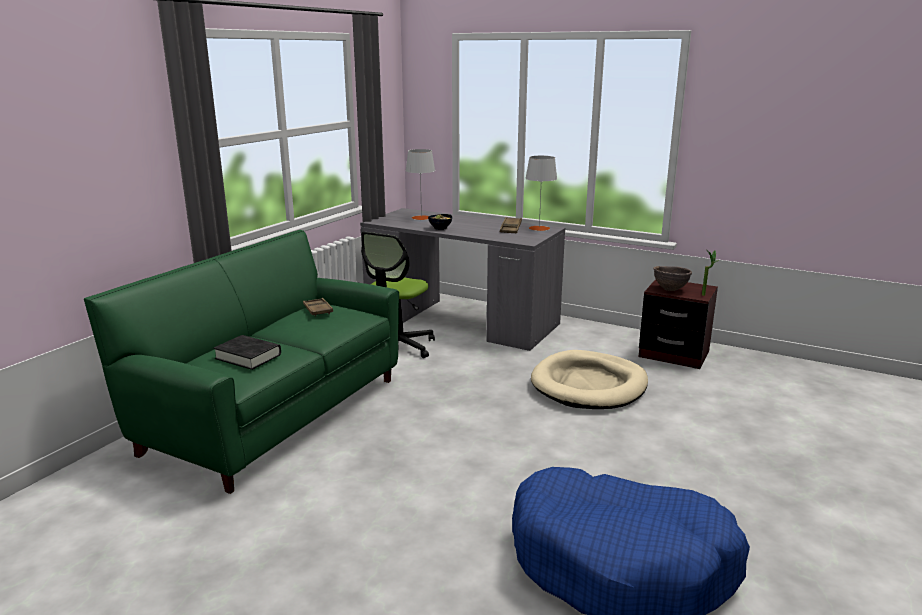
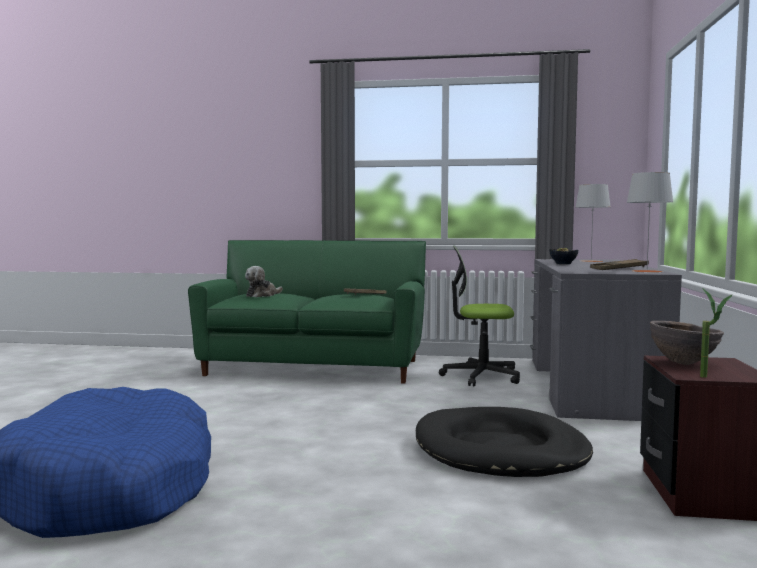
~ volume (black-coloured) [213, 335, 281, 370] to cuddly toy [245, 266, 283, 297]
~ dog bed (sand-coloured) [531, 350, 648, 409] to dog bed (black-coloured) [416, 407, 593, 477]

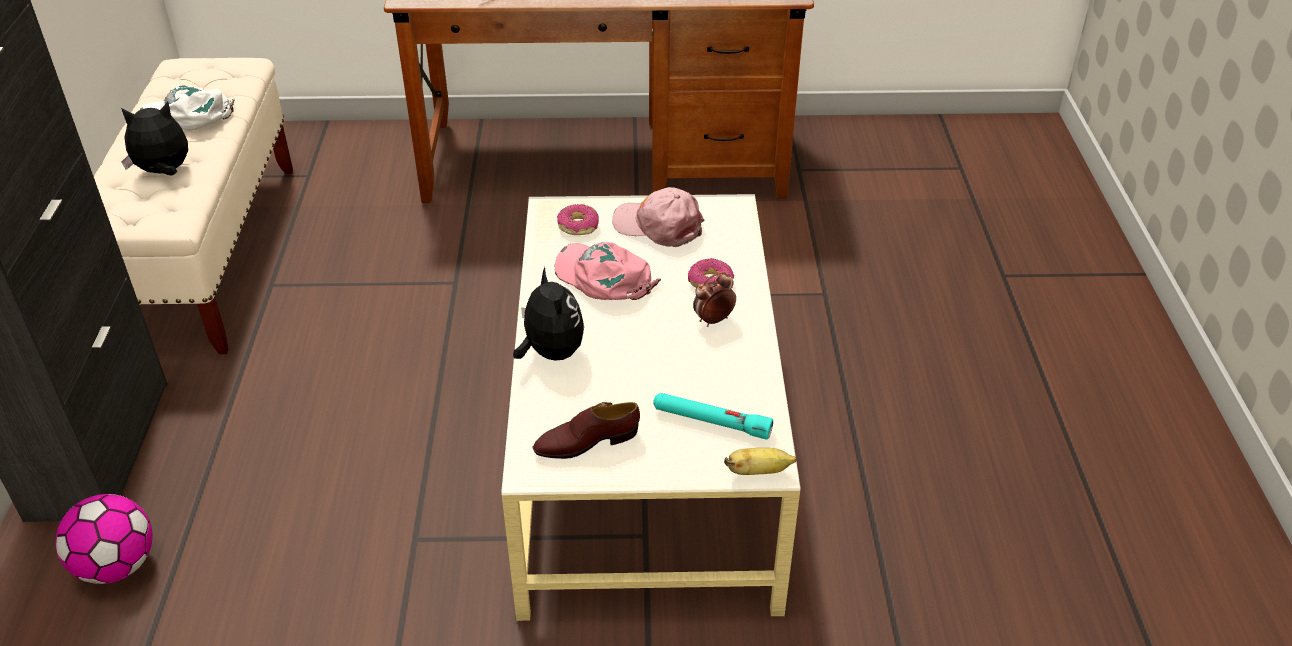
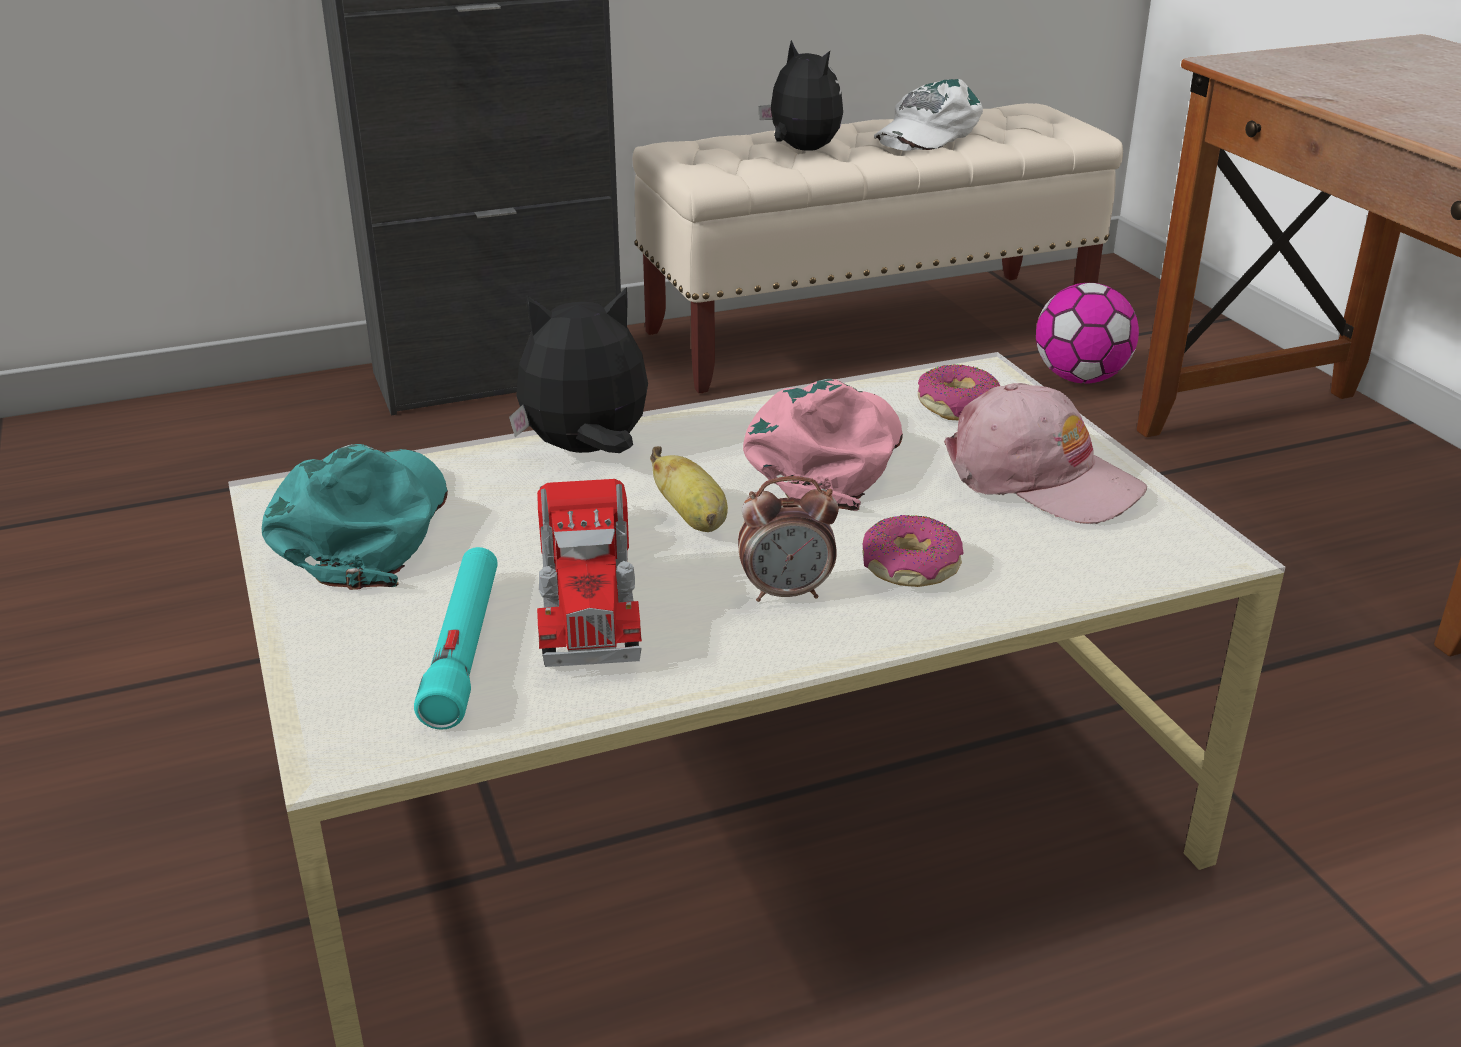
+ toy lorry [537, 479, 642, 667]
~ ball for football [55, 494, 153, 584] to [1036, 283, 1139, 384]
~ whole banana [724, 448, 797, 475] to [650, 446, 728, 532]
~ low shoe (brownish) [533, 402, 640, 459] to peaked cap (turquoise) [262, 444, 448, 590]
~ peaked cap (white) [140, 85, 235, 131] = [874, 79, 983, 151] 120 degrees counterclockwise
~ cuddly toy [513, 267, 584, 361] = [509, 287, 648, 453] 150 degrees counterclockwise
~ peaked cap (pink) [612, 187, 704, 247] = [944, 383, 1147, 524] 120 degrees clockwise
~ alarm clock [693, 272, 736, 327] = [738, 476, 839, 602] 135 degrees clockwise

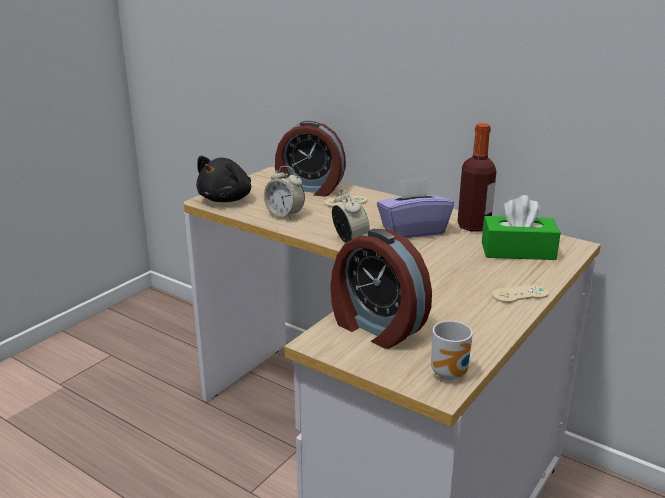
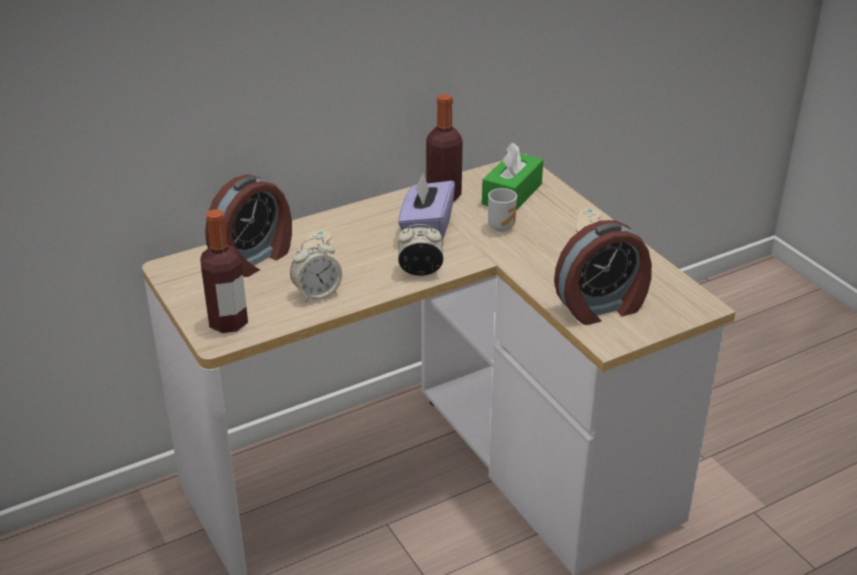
~ tea mug [431, 321, 473, 380] to [488, 188, 517, 232]
~ cuddly toy (black-coloured) [196, 156, 251, 202] to drink bottle [200, 209, 248, 333]

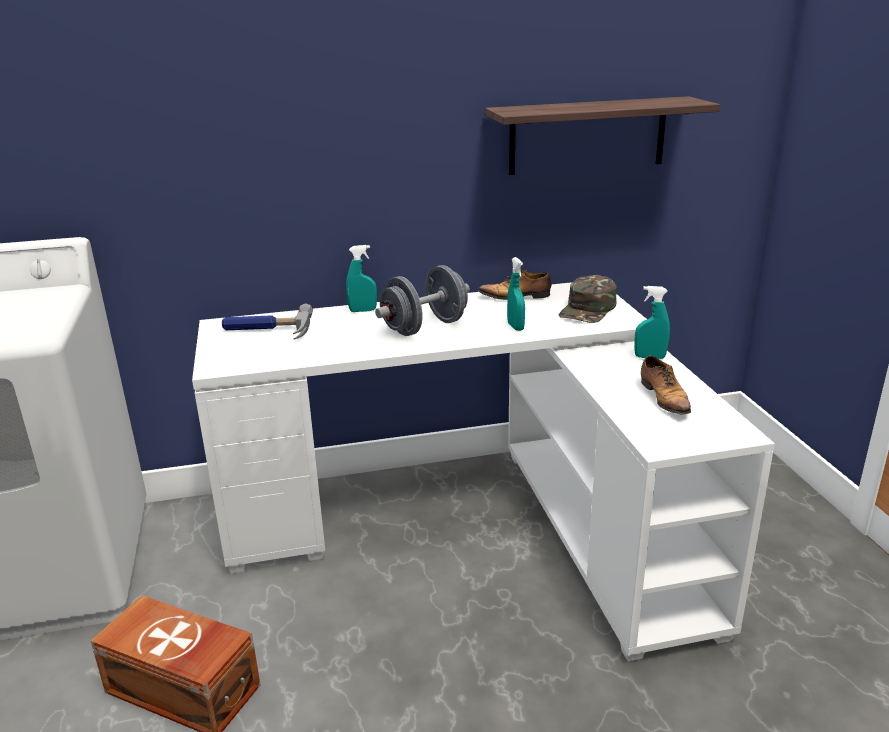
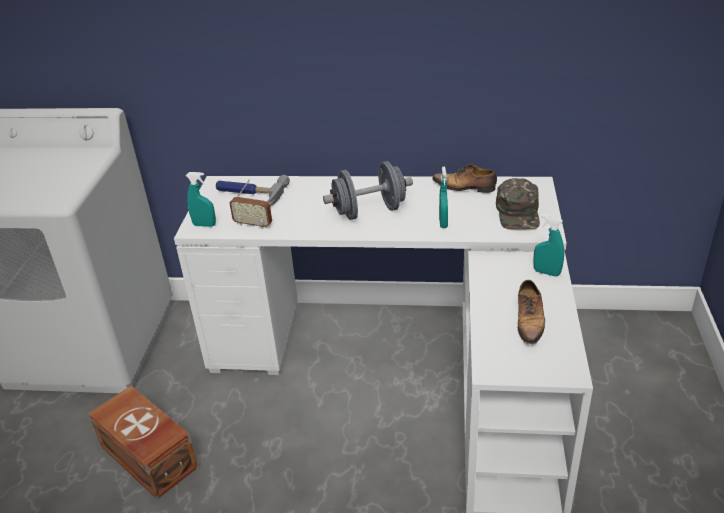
- bracket shelf [485, 96, 720, 175]
+ radio set [229, 180, 272, 229]
~ hand sprayer (turquoise) [346, 245, 377, 312] to [186, 172, 216, 227]
~ peaked cap (greenish) [559, 275, 617, 323] = [496, 178, 540, 229] 45 degrees counterclockwise

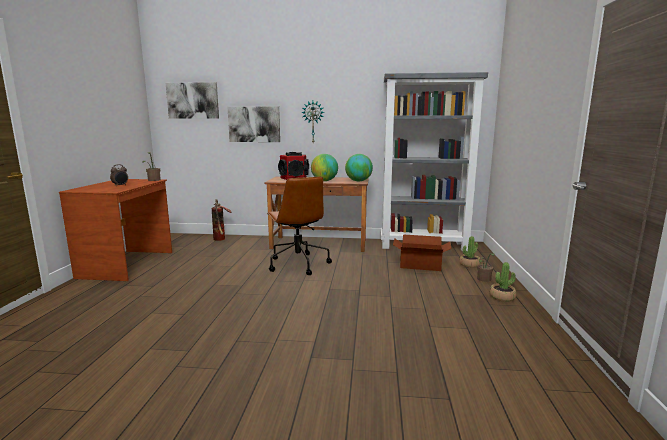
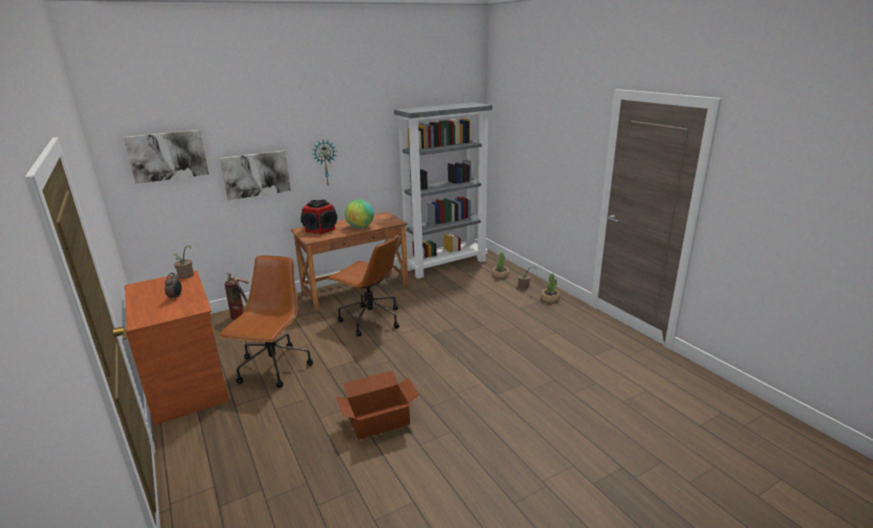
- world globe [345, 154, 373, 181]
+ computer chair (brownish) [219, 255, 313, 388]
~ carton [393, 235, 452, 271] to [336, 371, 419, 440]

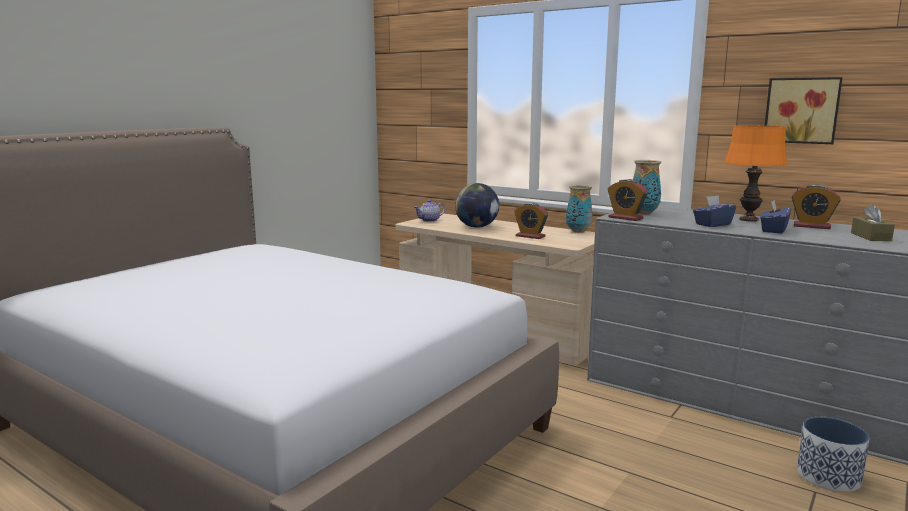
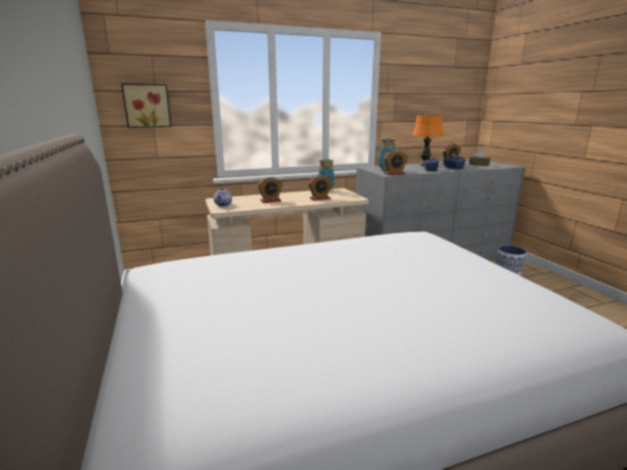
~ picture [765, 77, 843, 144] to [121, 83, 171, 128]
~ world globe [455, 183, 499, 228] to alarm clock [257, 177, 283, 203]

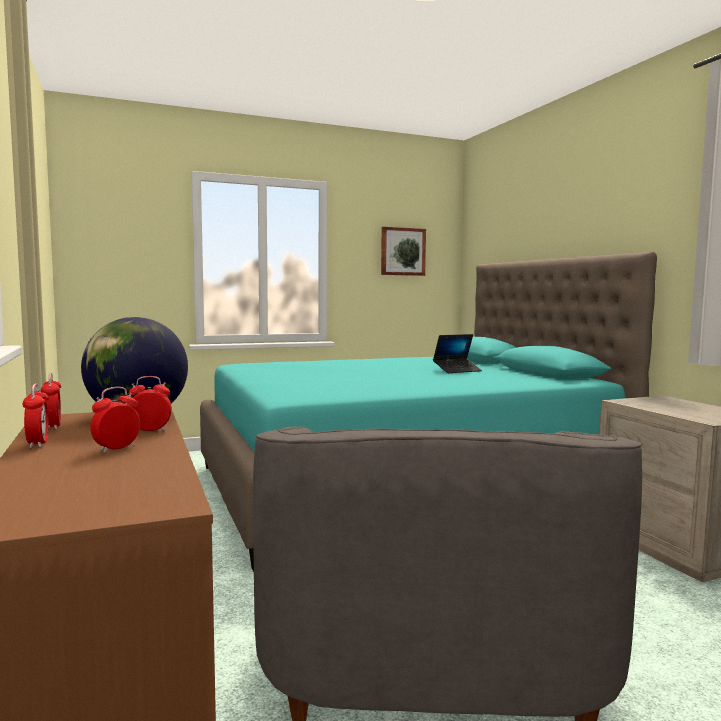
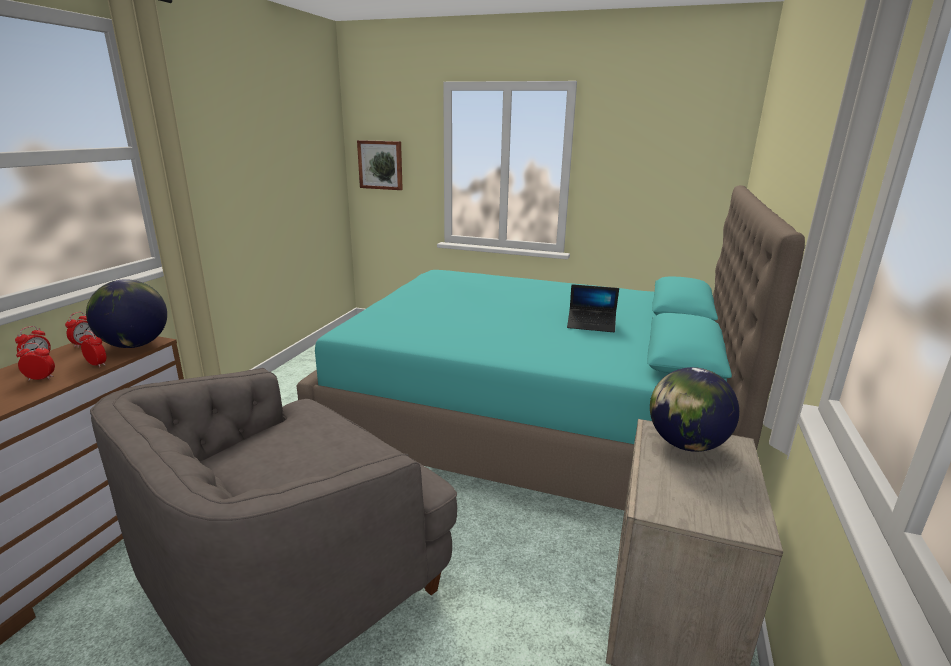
+ world globe [650, 367, 739, 452]
~ picture [381, 227, 426, 276] to [357, 140, 403, 190]

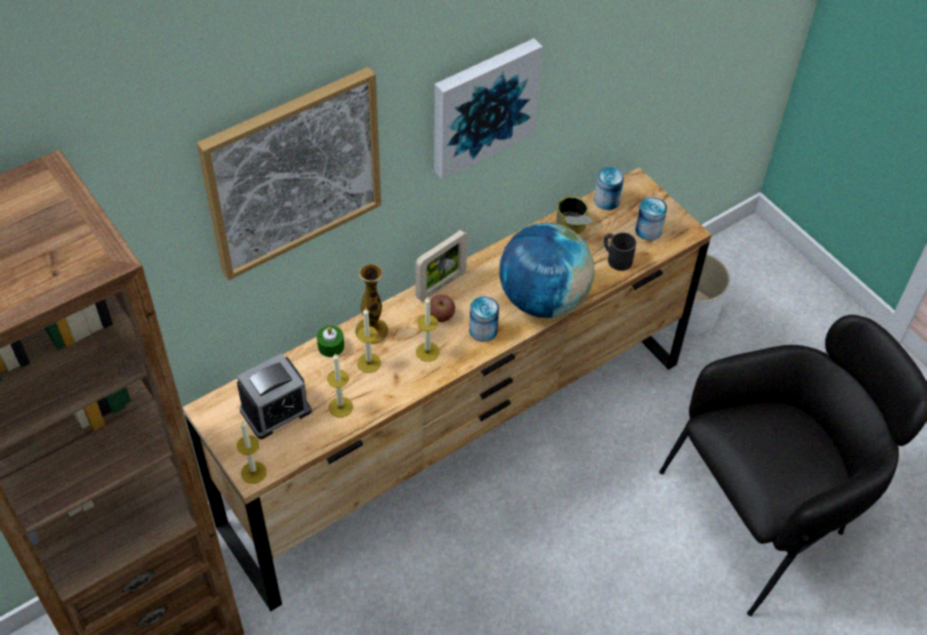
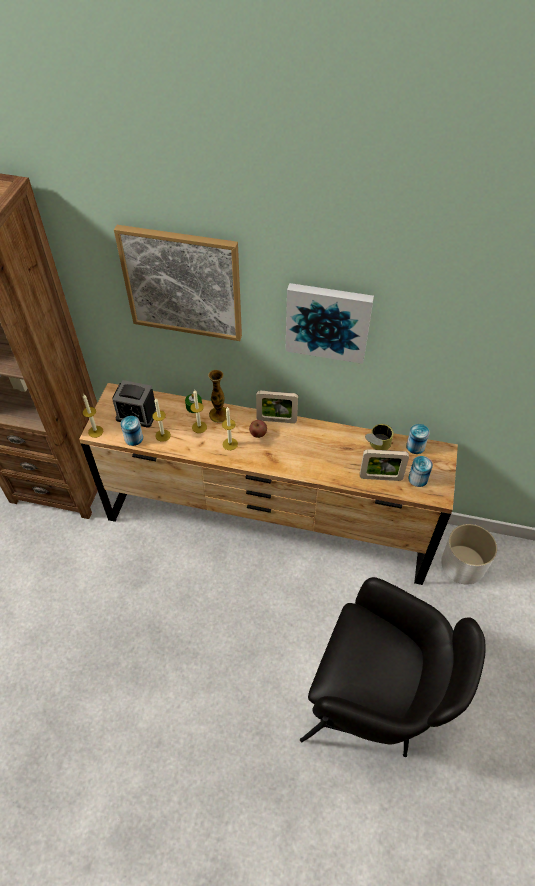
- world globe [499, 223, 594, 318]
~ metal can [469, 296, 499, 342] to [120, 416, 143, 446]
~ tea mug (black-coloured) [604, 232, 636, 271] to picture frame [360, 449, 409, 481]

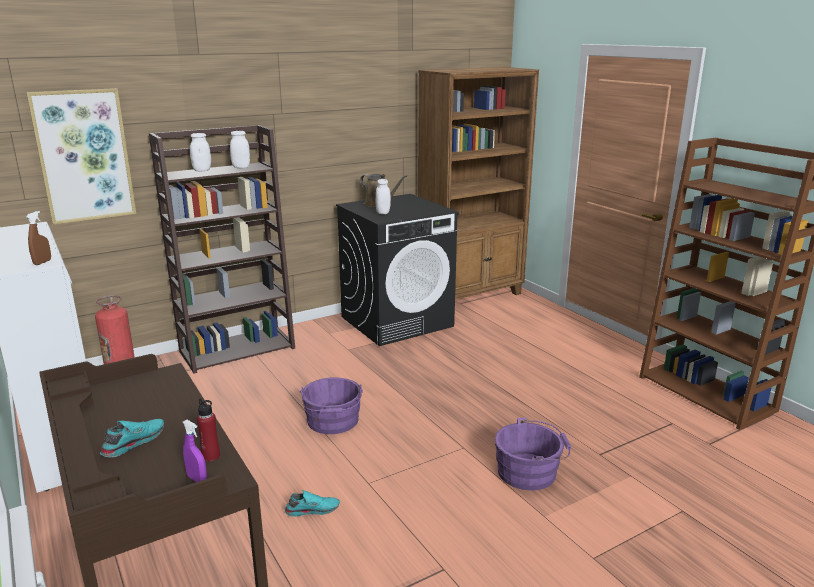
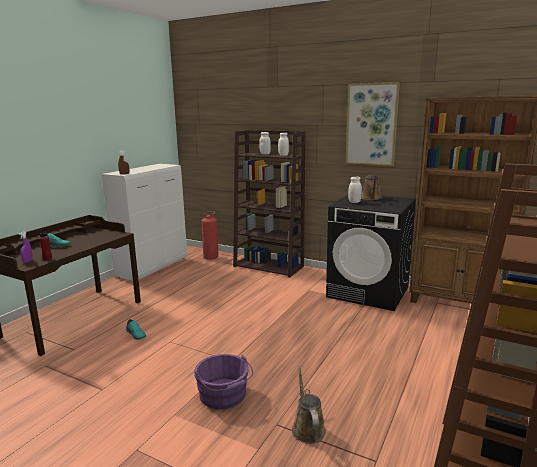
- bucket (purple) [300, 377, 363, 434]
+ sprinkling can (brownish) [292, 366, 326, 444]
~ picture [26, 88, 136, 225] to [346, 82, 400, 166]

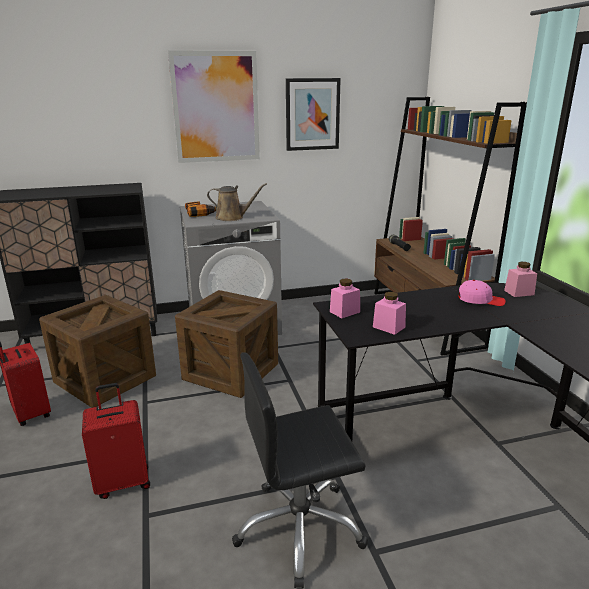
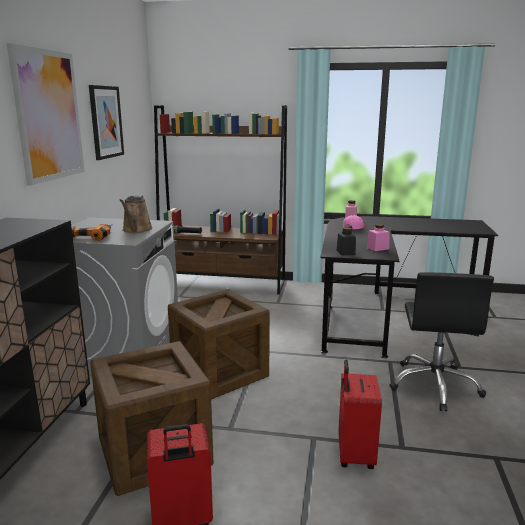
~ preserve jar (pink) [330, 279, 360, 318] to preserve jar (black-coloured) [336, 227, 356, 255]
~ sprinkling can (brownish) [207, 183, 267, 221] = [119, 195, 153, 233] 150 degrees clockwise

